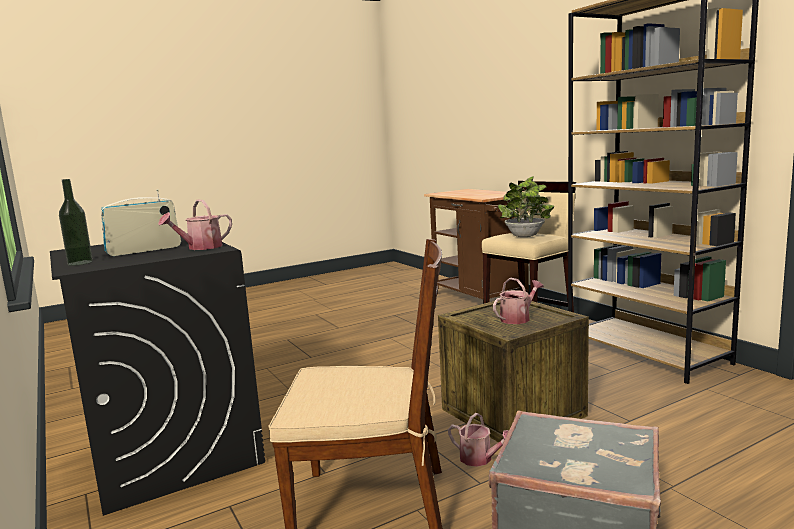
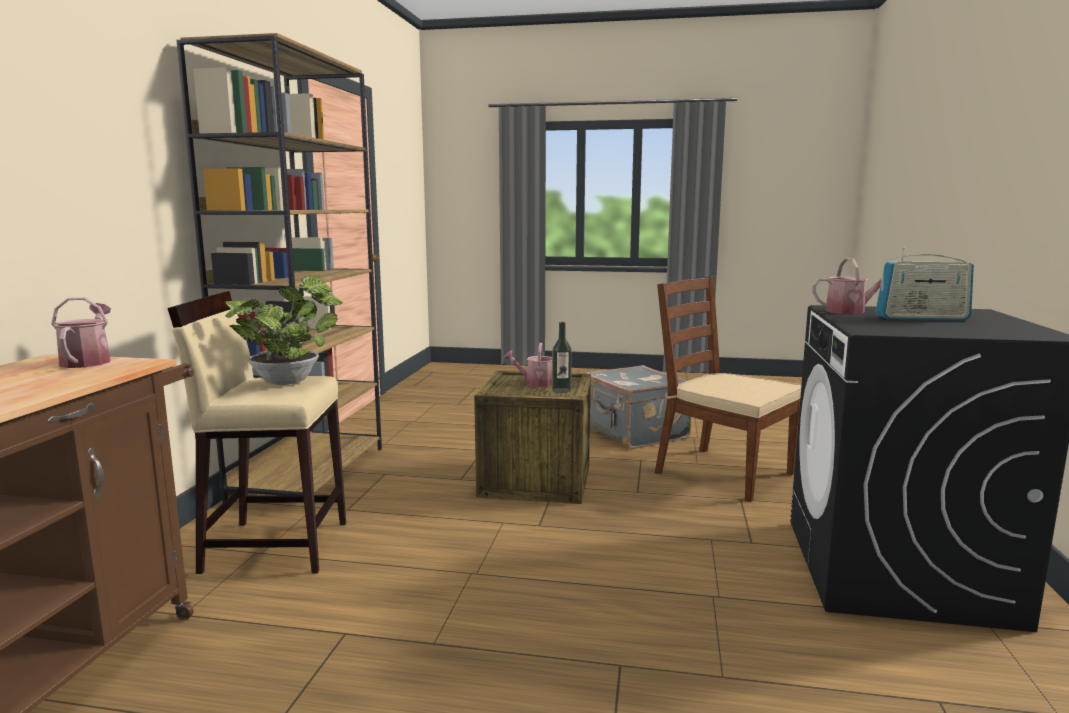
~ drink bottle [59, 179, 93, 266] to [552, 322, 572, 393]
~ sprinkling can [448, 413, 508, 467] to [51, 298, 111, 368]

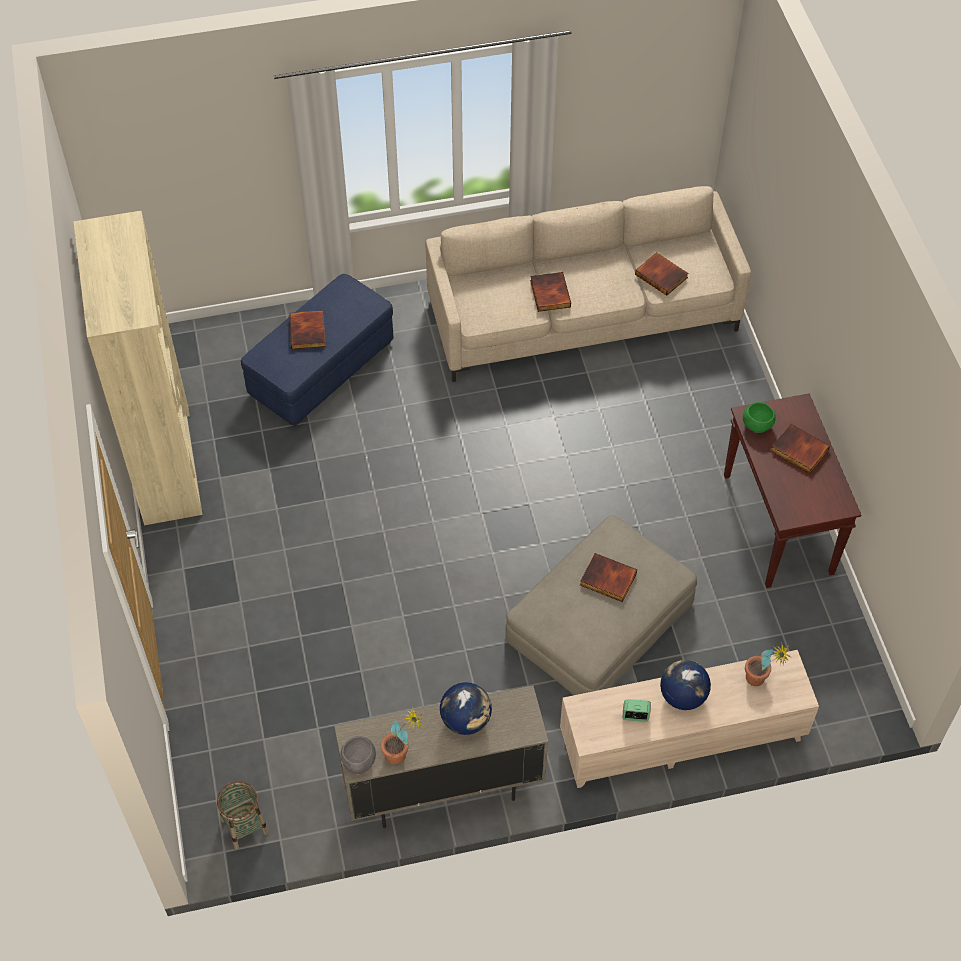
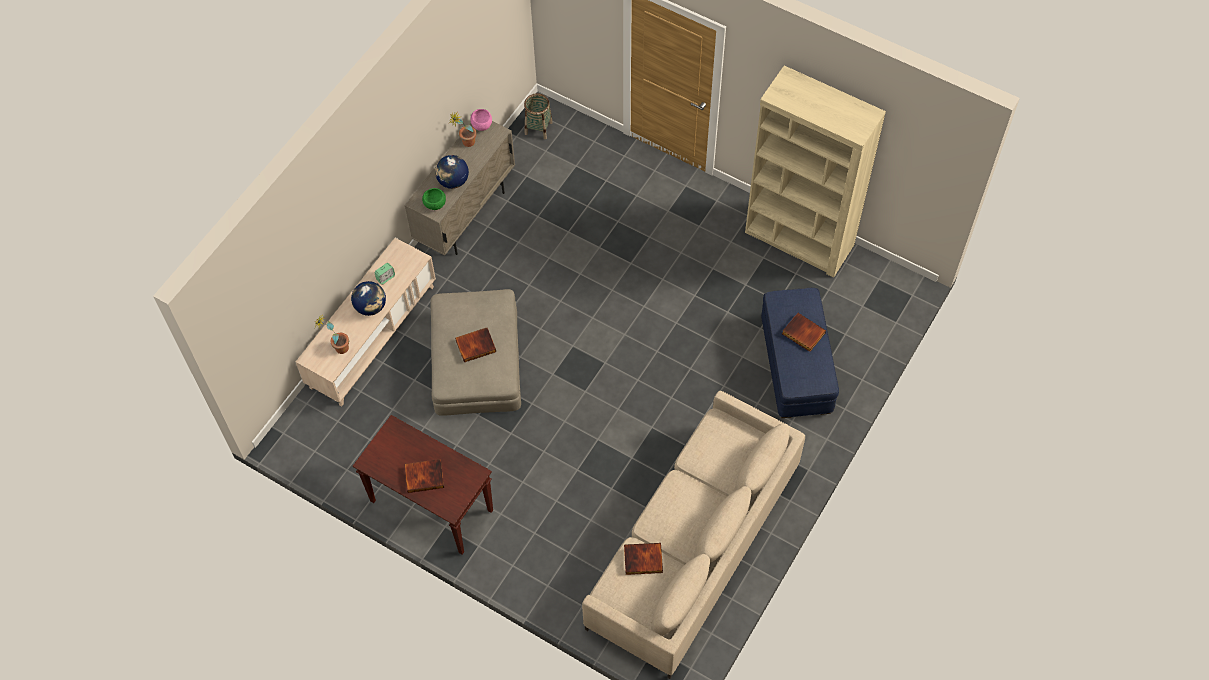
- volume [530, 272, 571, 312]
~ serving bowl (greenish) [743, 402, 776, 433] to [422, 188, 446, 210]
~ serving bowl (greyish) [340, 736, 376, 774] to serving bowl (pink) [470, 109, 492, 131]

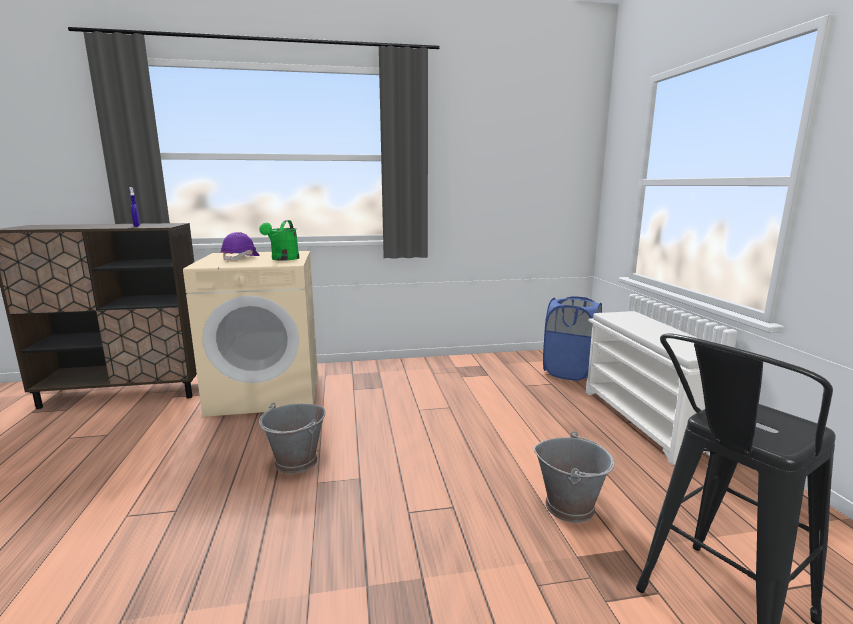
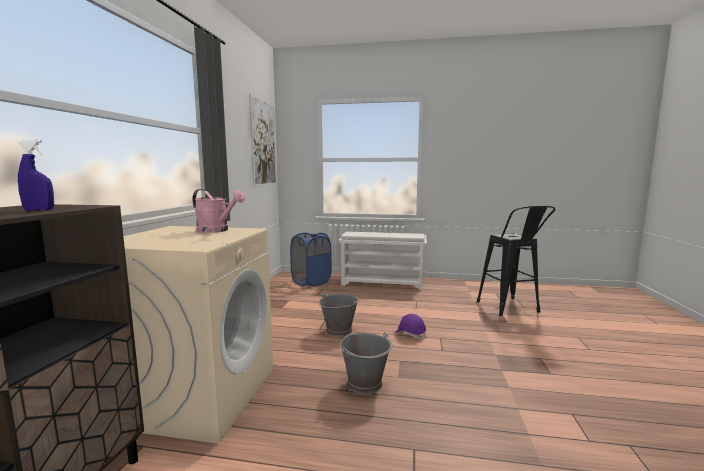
+ picture [249, 94, 277, 187]
~ hard hat (purple) [221, 232, 260, 262] to [395, 314, 426, 339]
~ bucket (greyish) [534, 431, 614, 523] to [319, 293, 359, 337]
~ sprinkling can (greenish) [259, 220, 300, 261] to sprinkling can (pink) [192, 189, 245, 233]

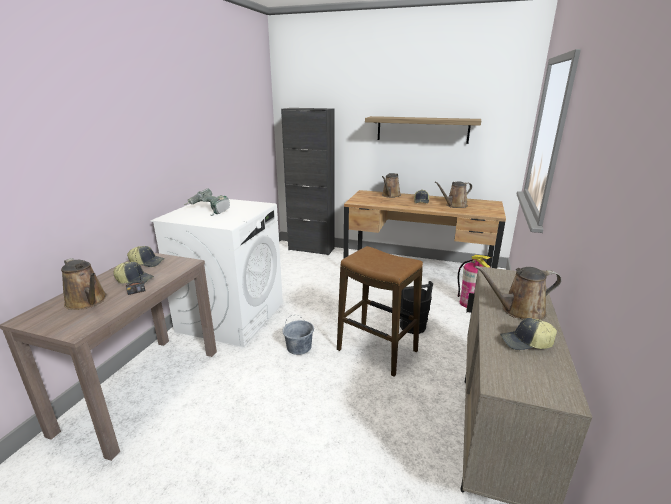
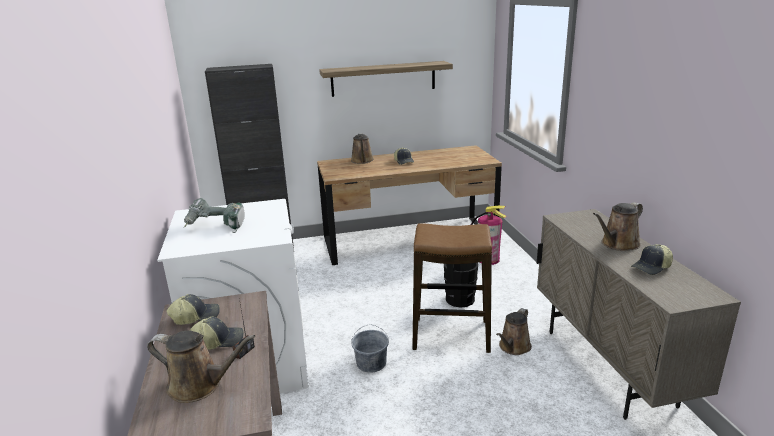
~ sprinkling can (brownish) [435, 181, 472, 208] to [496, 308, 532, 355]

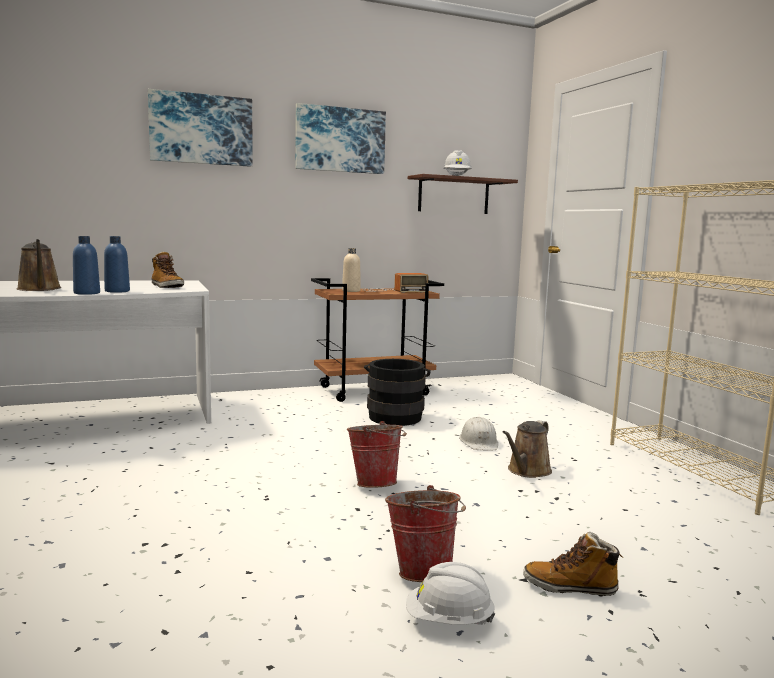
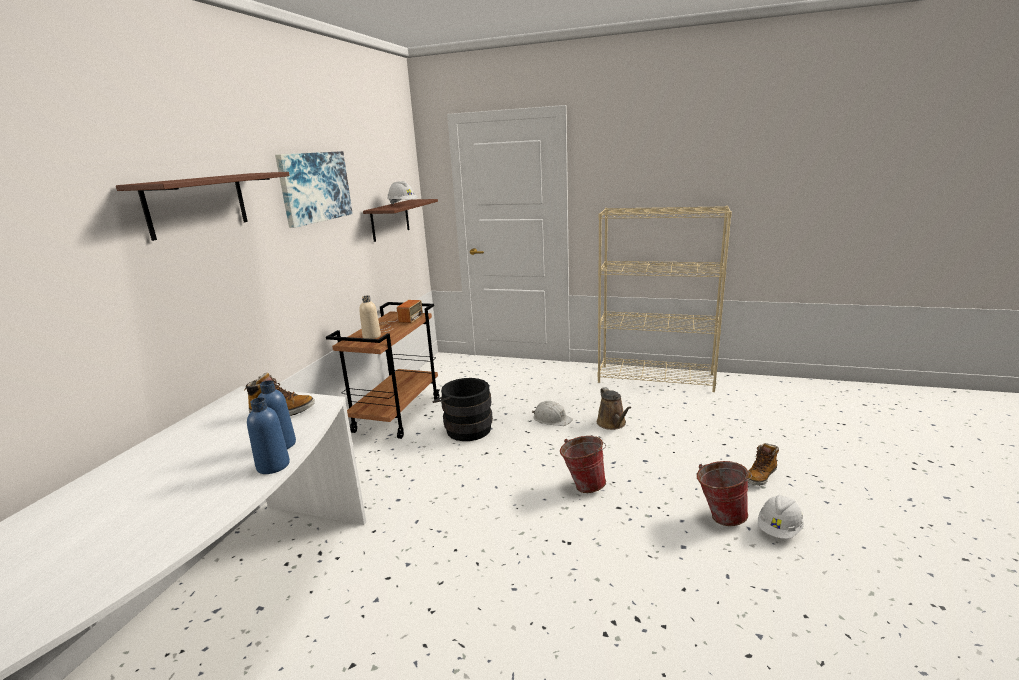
- sprinkling can (brownish) [16, 239, 62, 291]
~ picture [148, 89, 253, 167] to bracket shelf (brownish) [116, 172, 289, 241]

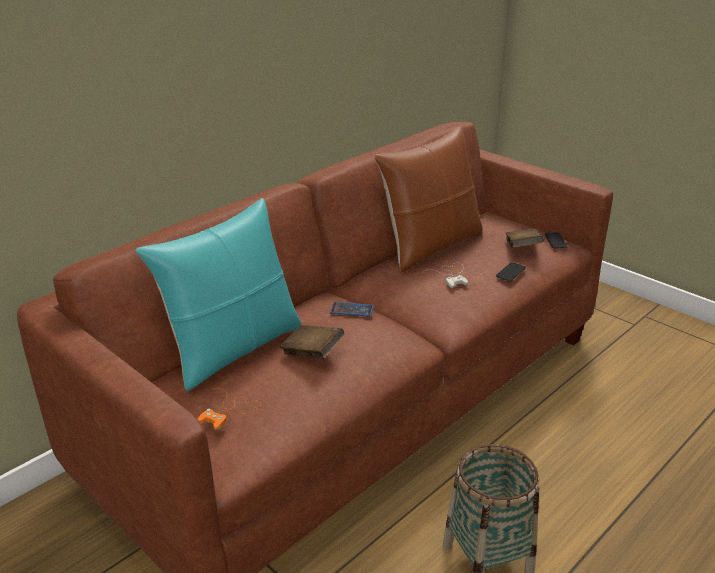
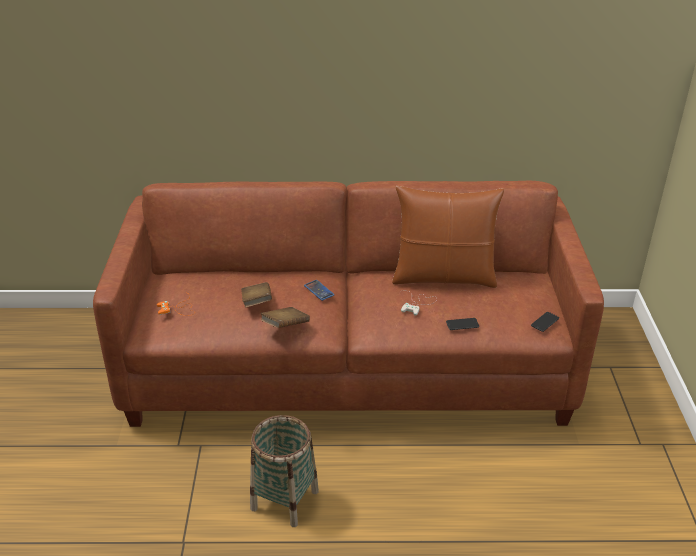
- throw pillow (turquoise) [136, 198, 302, 391]
~ volume (brownish) [506, 229, 544, 248] to [261, 307, 310, 328]

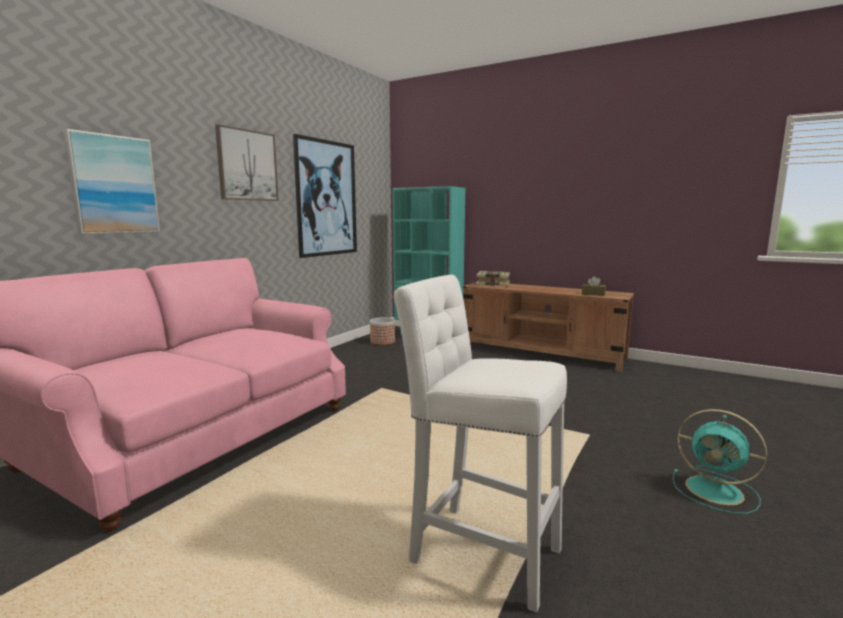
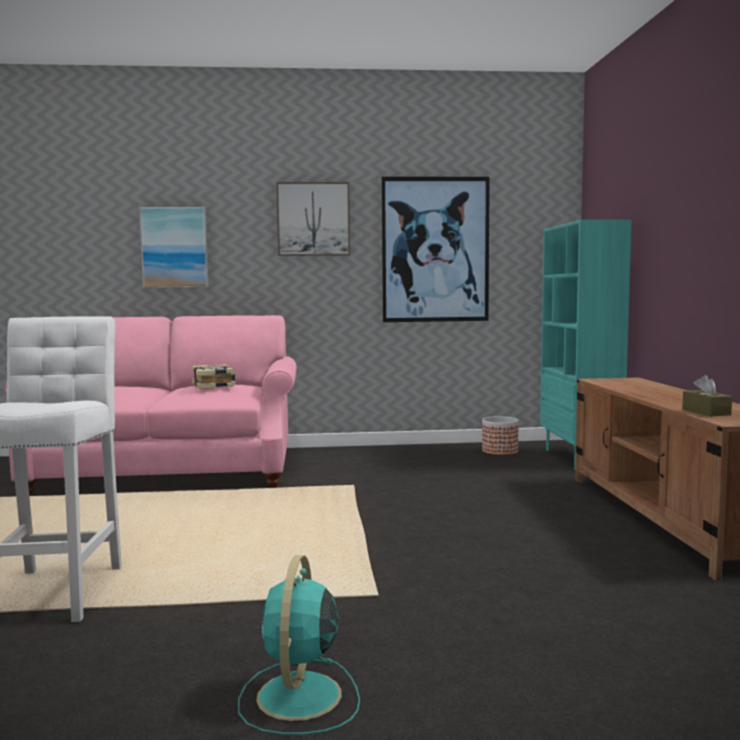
~ volume [476, 271, 510, 286] to [192, 364, 236, 389]

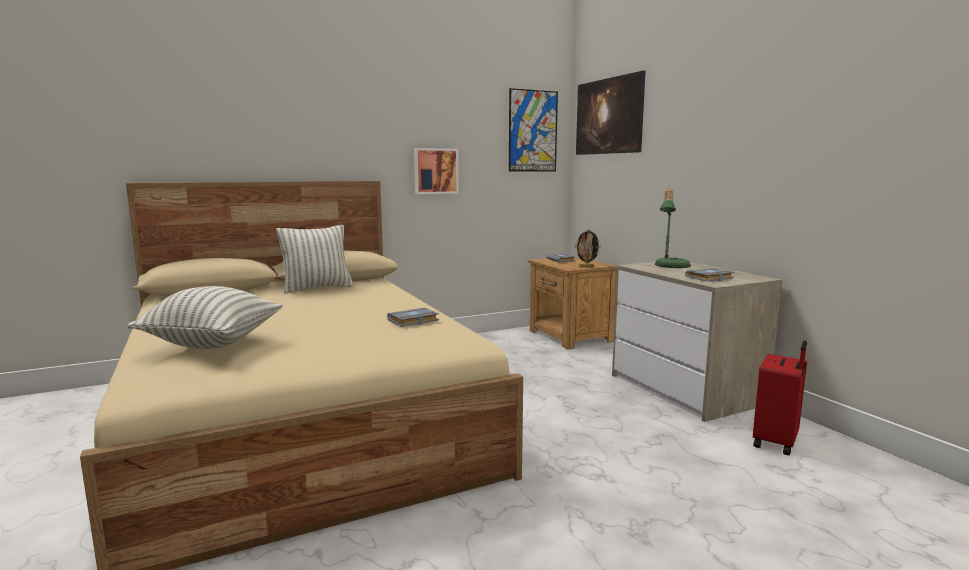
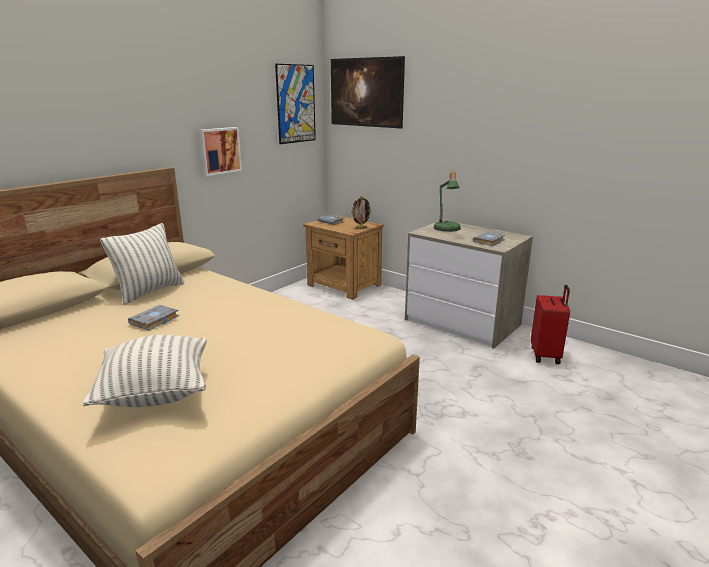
~ volume (greyish) [387, 307, 439, 327] to [128, 305, 179, 330]

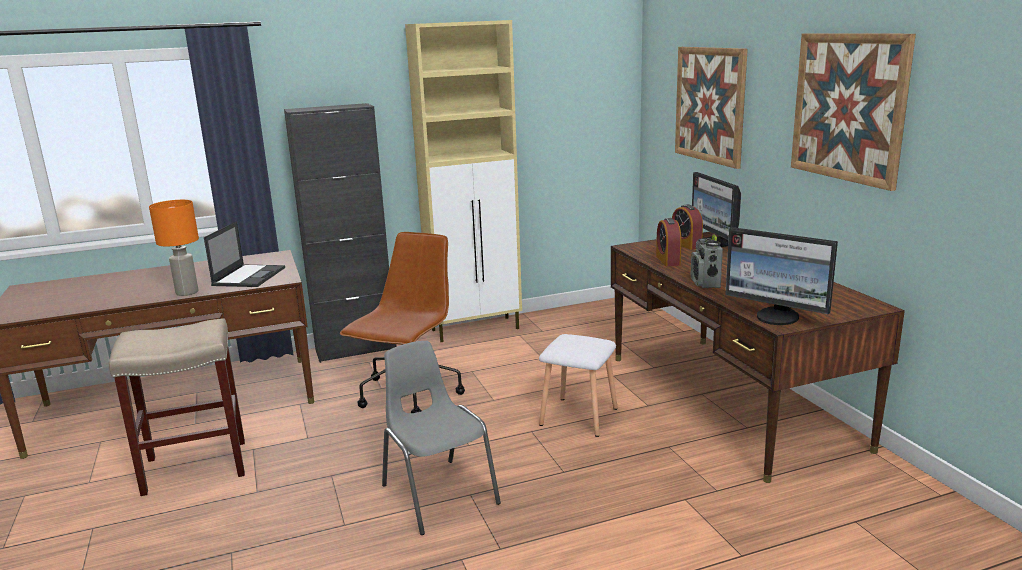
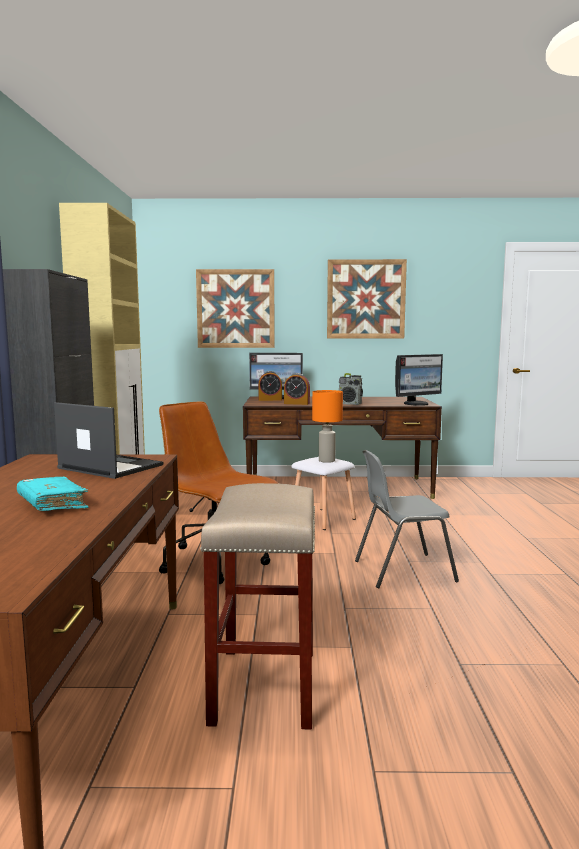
+ volume (turquoise) [17, 477, 89, 511]
~ lamp for a table (orange) [149, 200, 199, 296] to [312, 390, 343, 463]

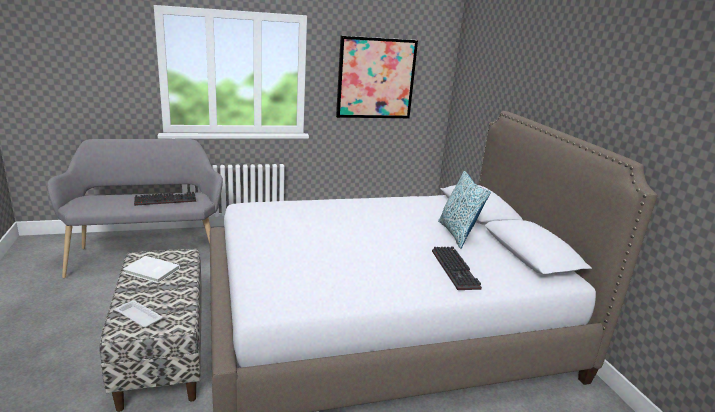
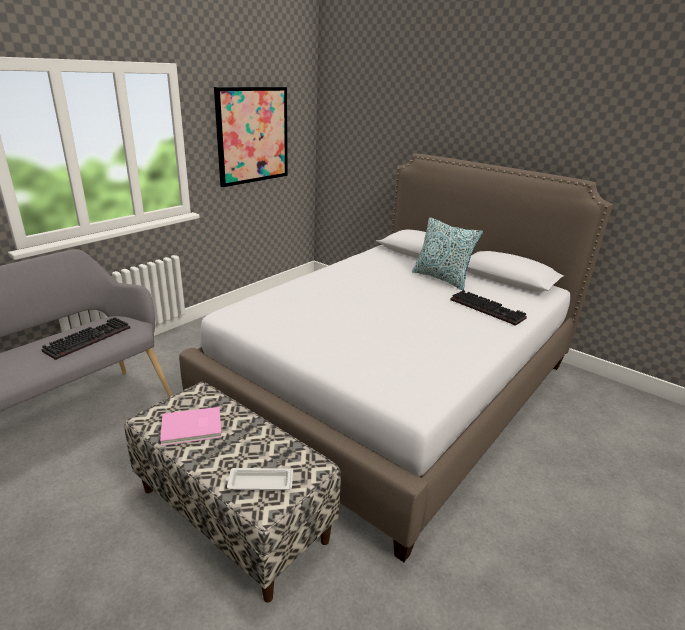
~ volume (white) [123, 256, 180, 283] to volume (pink) [160, 407, 222, 446]

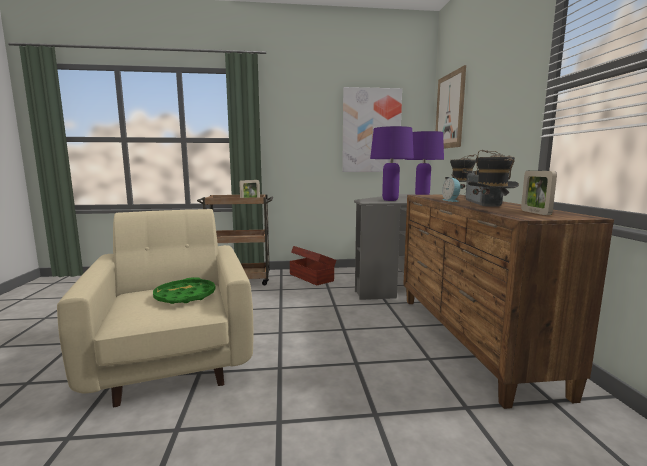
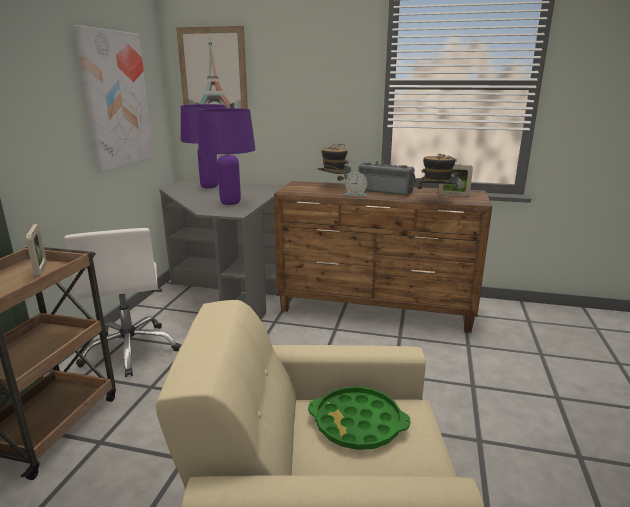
~ storage container (brownish) [290, 246, 336, 285] to computer chair (white) [64, 228, 181, 377]

